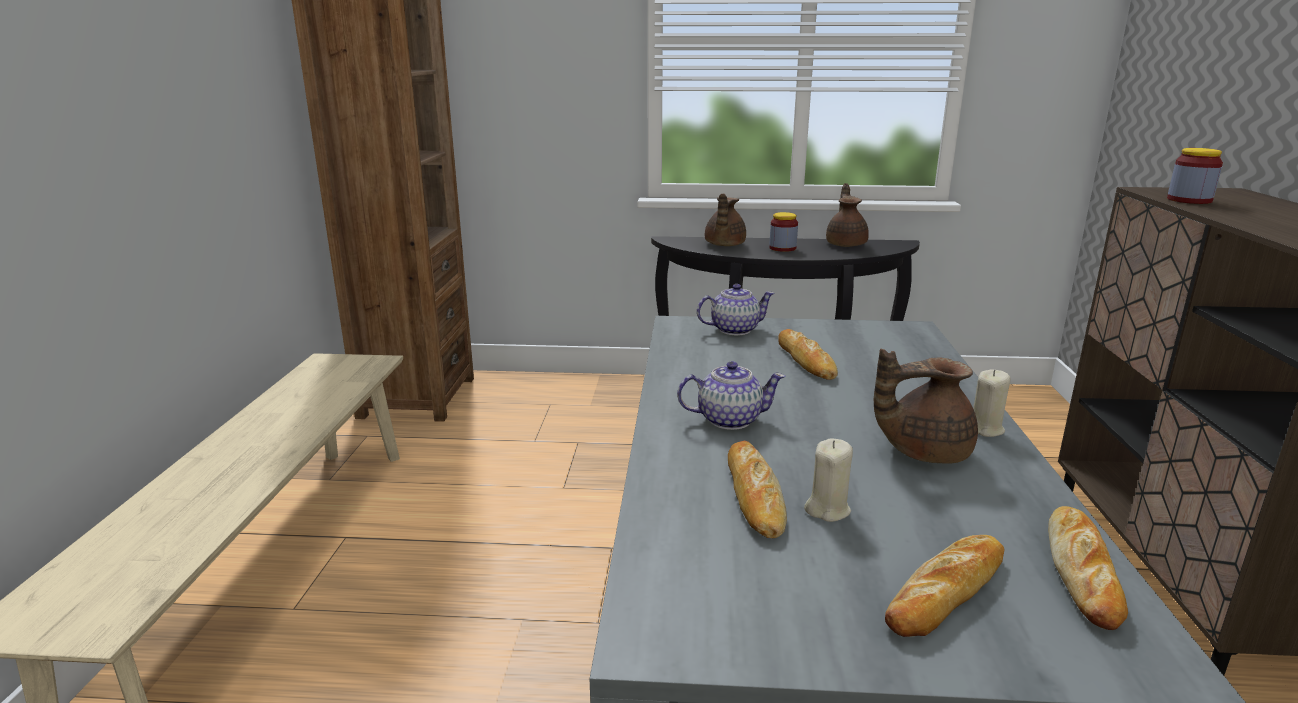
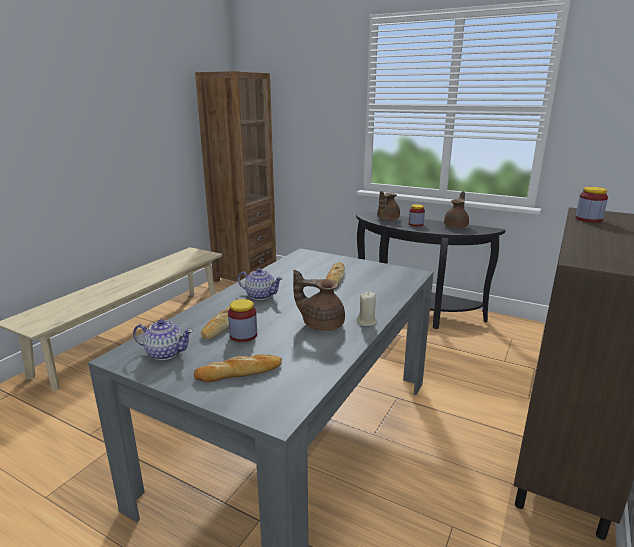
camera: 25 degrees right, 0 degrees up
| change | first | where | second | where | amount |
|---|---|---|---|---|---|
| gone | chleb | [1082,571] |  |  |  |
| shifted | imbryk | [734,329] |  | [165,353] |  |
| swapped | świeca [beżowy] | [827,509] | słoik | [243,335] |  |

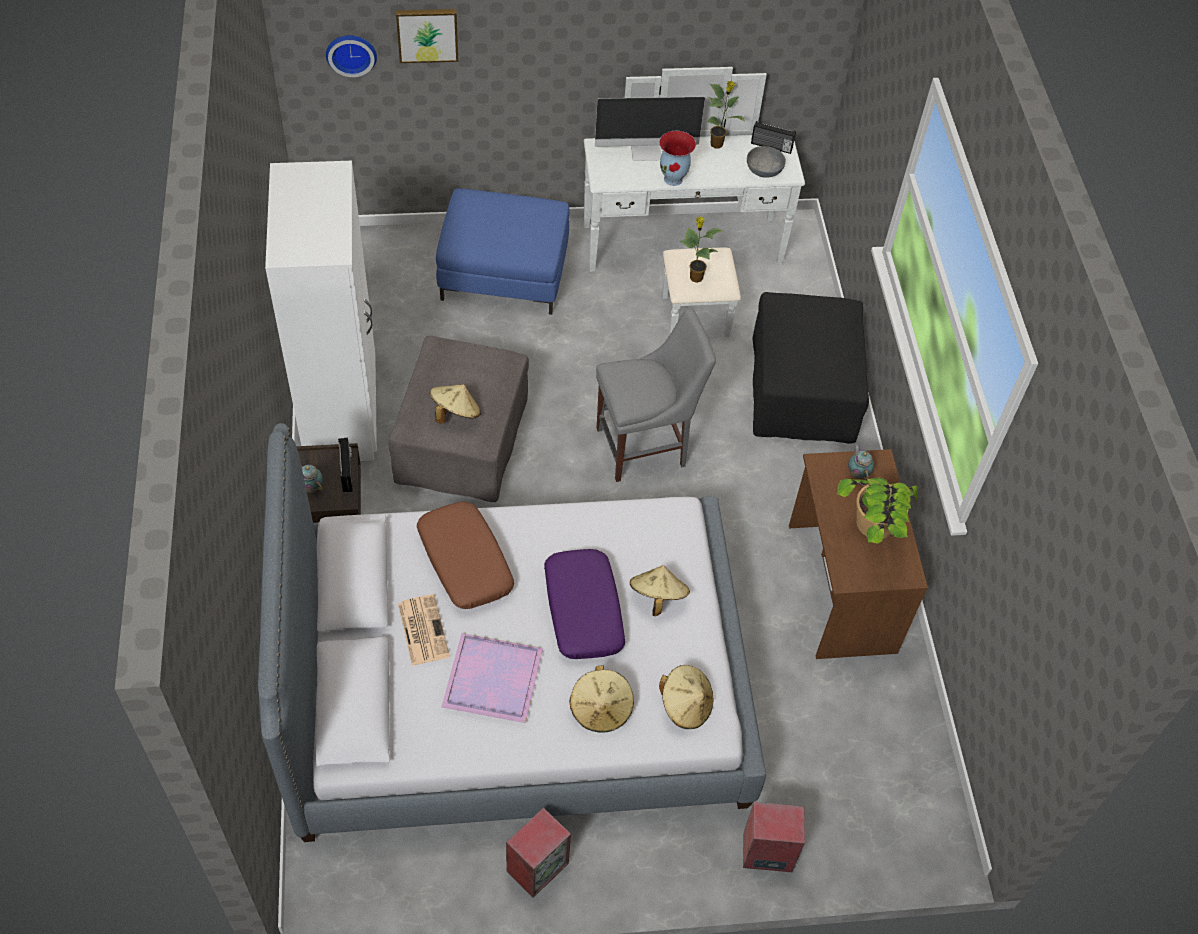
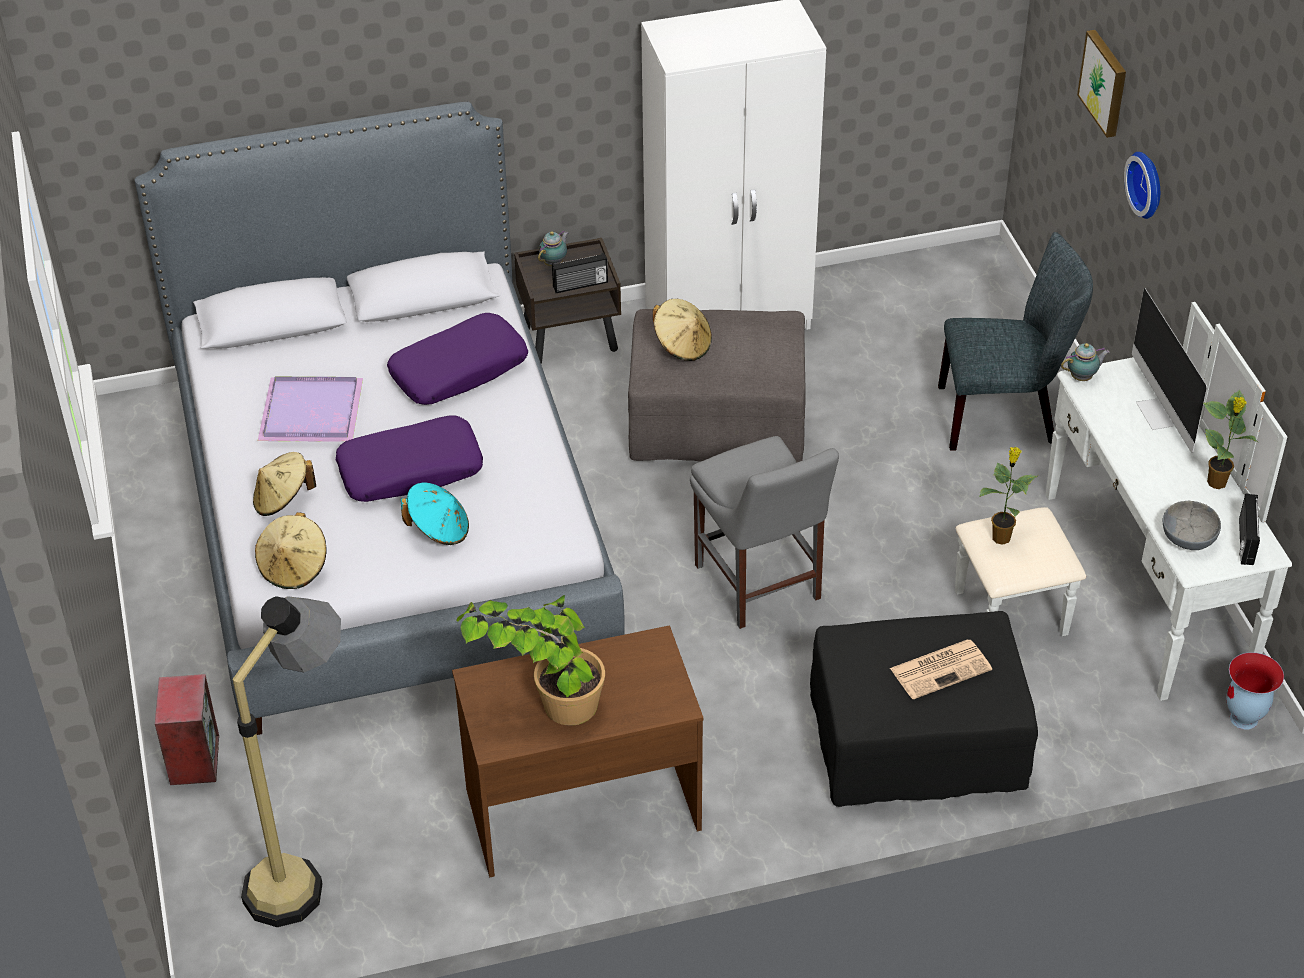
camera: 85 degrees right, 10 degrees down
| change | first | where | second | where | amount |
|---|---|---|---|---|---|
| gone | głośnik | [537,866] |  |  |  |
| new |  |  | lampa stojąca | [308,868] |  |
| shifted | zegar ścienny | [351,53] |  | [1148,184] |  |
| shifted | gazeta | [422,629] |  | [941,668] |  |
| shifted | wazon | [674,179] |  | [1244,719] |  |
| shifted | imbryk | [858,473] |  | [1083,377] |  |
| swapped | pufa [niebieski] | [504,273] | krzesło [szary] | [1005,415] |  |
| repainted | poduszka [brązowy] | [464,562] | poduszka [fioletowy] | [459,370] |  |
| repainted | kapelusz [beżowy] | [657,597] | kapelusz [turkusowy] | [439,530] |  |

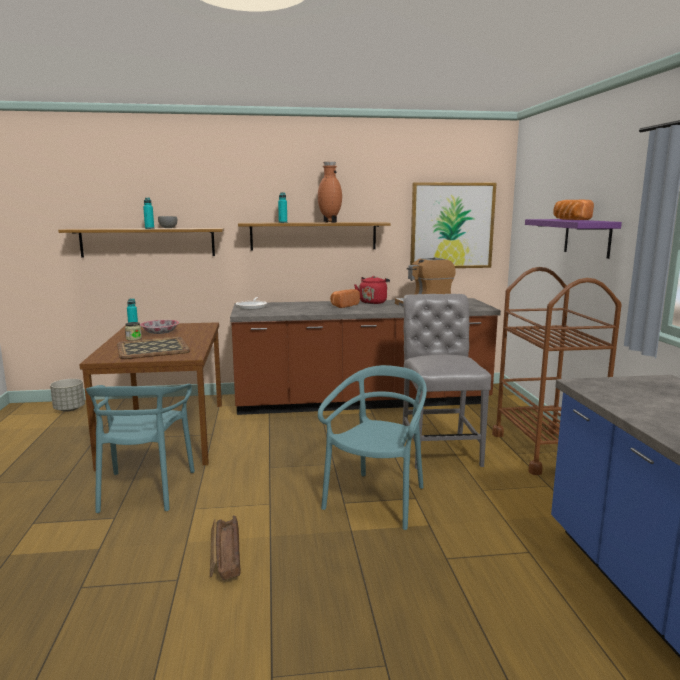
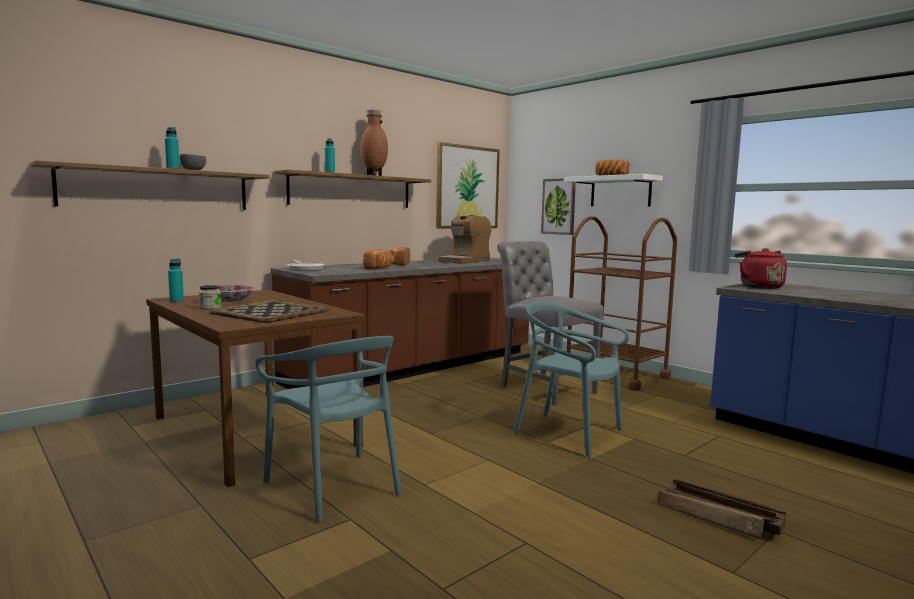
camera: 35 degrees left, 5 degrees down
| change | first | where | second | where | amount |
|---|---|---|---|---|---|
| gone | donica [szary] | [69,409] |  |  |  |
| new |  |  | chleb | [380,268] |  |
| new |  |  | obraz | [559,206] |  |
| shifted | skrzynka | [225,555] |  | [718,518] |  |
| shifted | czajnik [czerwony] | [373,302] |  | [758,286] |  |
| repainted | półka [fioletowy] | [587,237] | półka [biały] | [620,191] |  |
| rotated | krzesło [turkusowy] | [377,500] |  | [568,433] | 45 degrees counterclockwise |

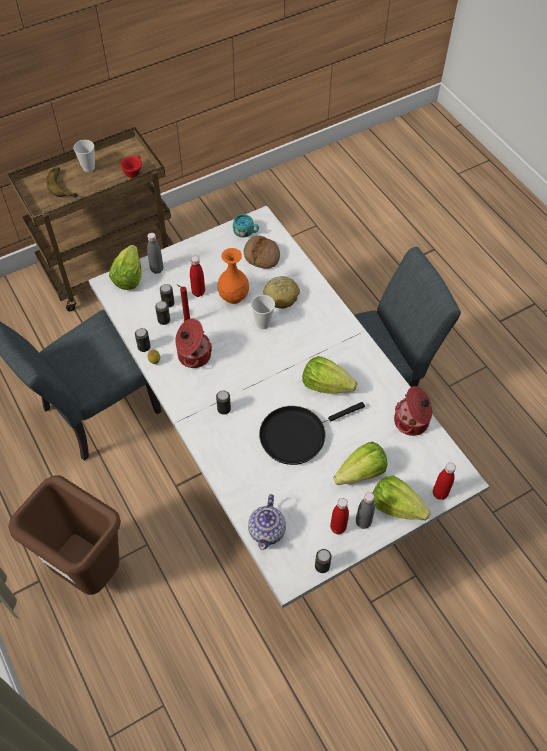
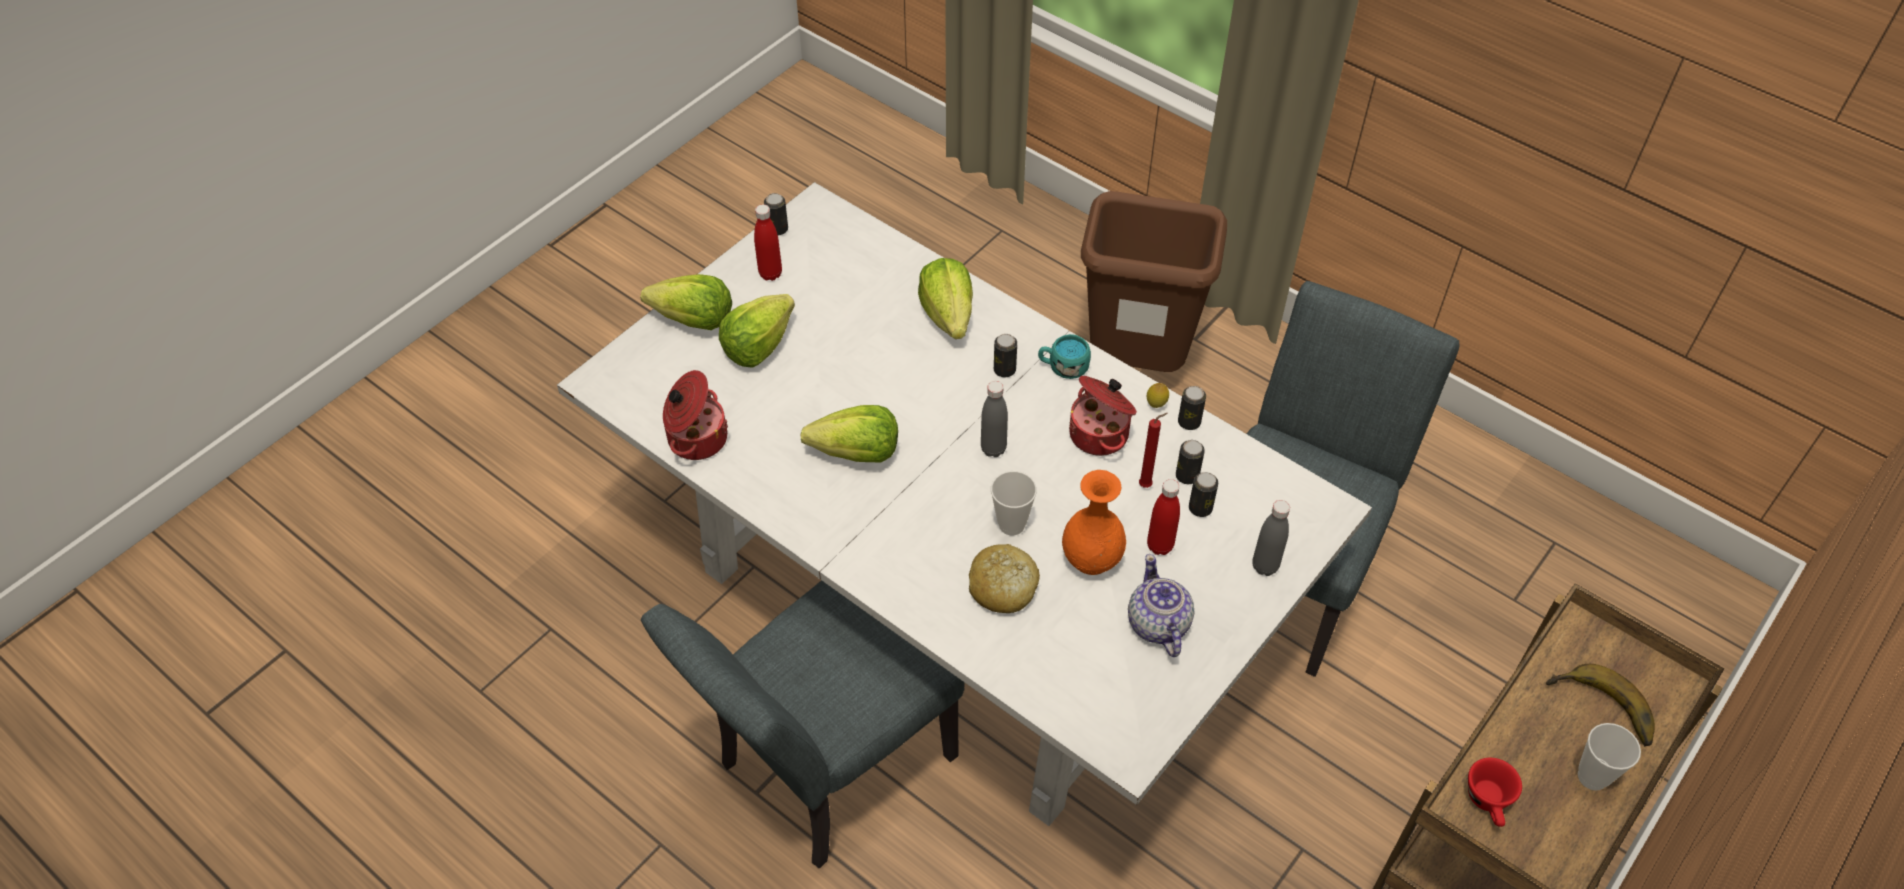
camera: 160 degrees right, 5 degrees down
| change | first | where | second | where | amount |
|---|---|---|---|---|---|
| gone | chleb | [262,256] |  |  |  |
| gone | patelnia [czarny] | [297,435] |  |  |  |
| gone | butelka [czerwony] | [440,493] |  |  |  |
| shifted | sałata | [128,277] |  | [948,315] |  |
| shifted | kubek [turkusowy] | [246,232] |  | [1063,366] |  |
| shifted | imbryk | [267,530] |  | [1157,624] |  |
| shifted | butelka [szary] | [363,522] |  | [993,449] |  |

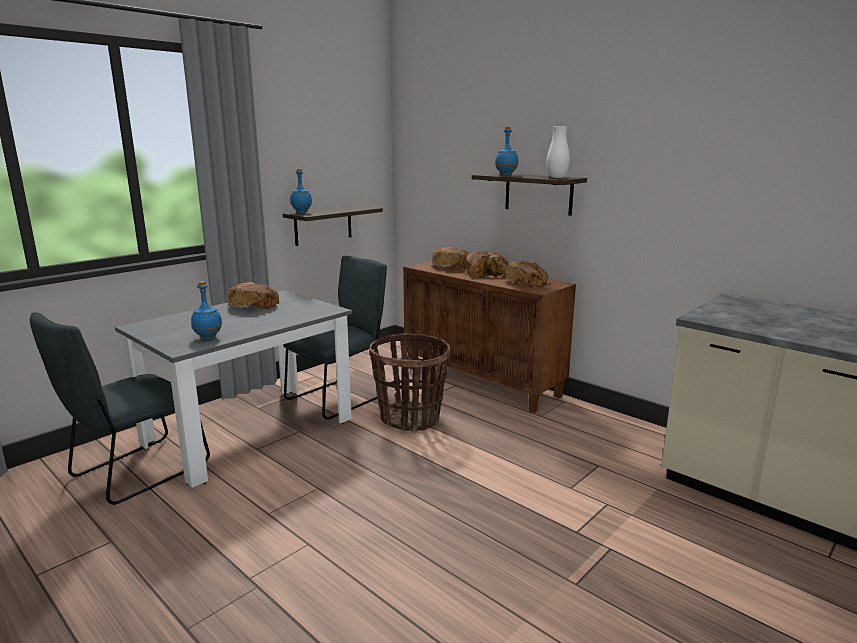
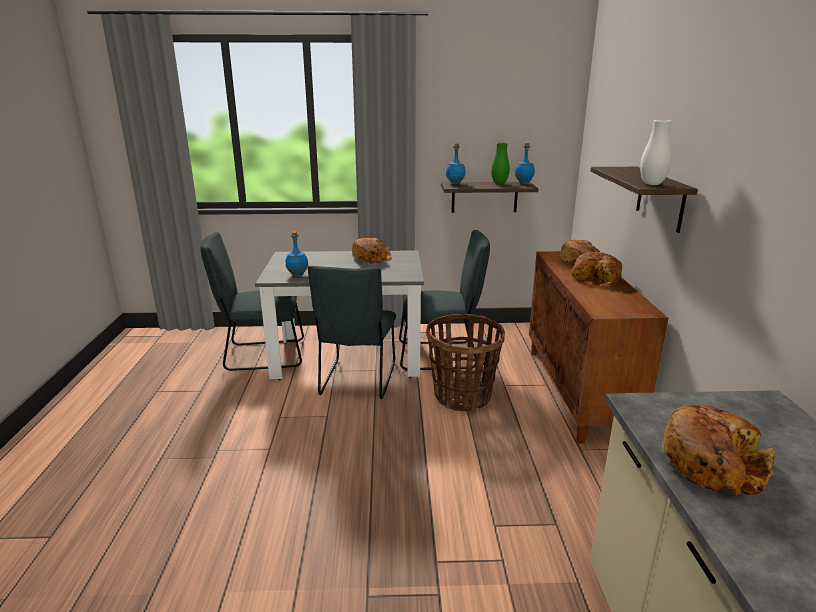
camera: 45 degrees right, 5 degrees up
| change | first | where | second | where | amount |
|---|---|---|---|---|---|
| new |  |  | krzesło [szary] | [357,381] |  |
| new |  |  | wazon [zielony] | [499,183] |  |
| shifted | butelka [niebieski] | [506,175] |  | [524,183] |  |
| shifted | chleb | [528,283] |  | [712,463] |  |

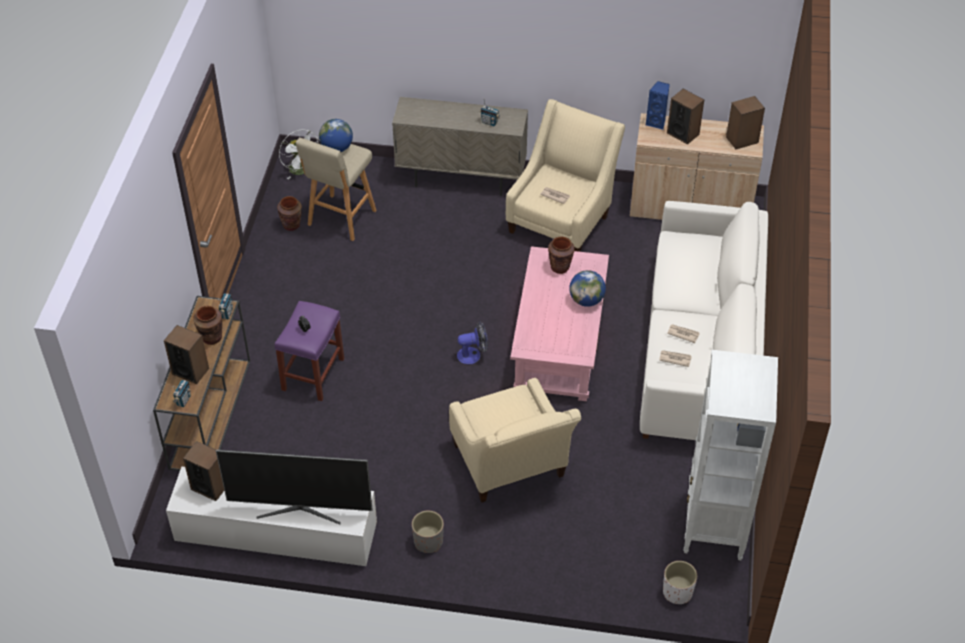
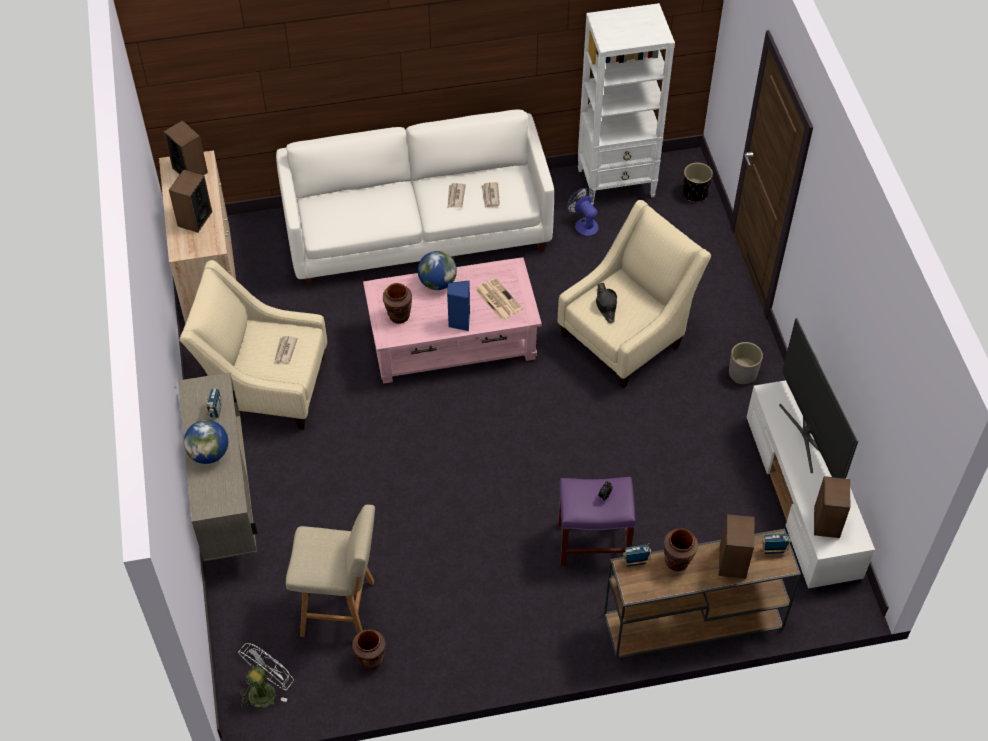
camera: 110 degrees left, 5 degrees up
| change | first | where | second | where | amount |
|---|---|---|---|---|---|
| new |  |  | gazeta | [498,299] |  |
| new |  |  | kapelusz [czarny] | [606,305] |  |
| shifted | globus | [337,148] |  | [209,453] |  |
| shifted | wentylator | [473,355] |  | [584,224] |  |
| shifted | głośnik [niebieski] | [657,122] |  | [459,322] |  |
| repainted | donica [biały] | [677,592] | donica [czarny] | [695,193] |  |

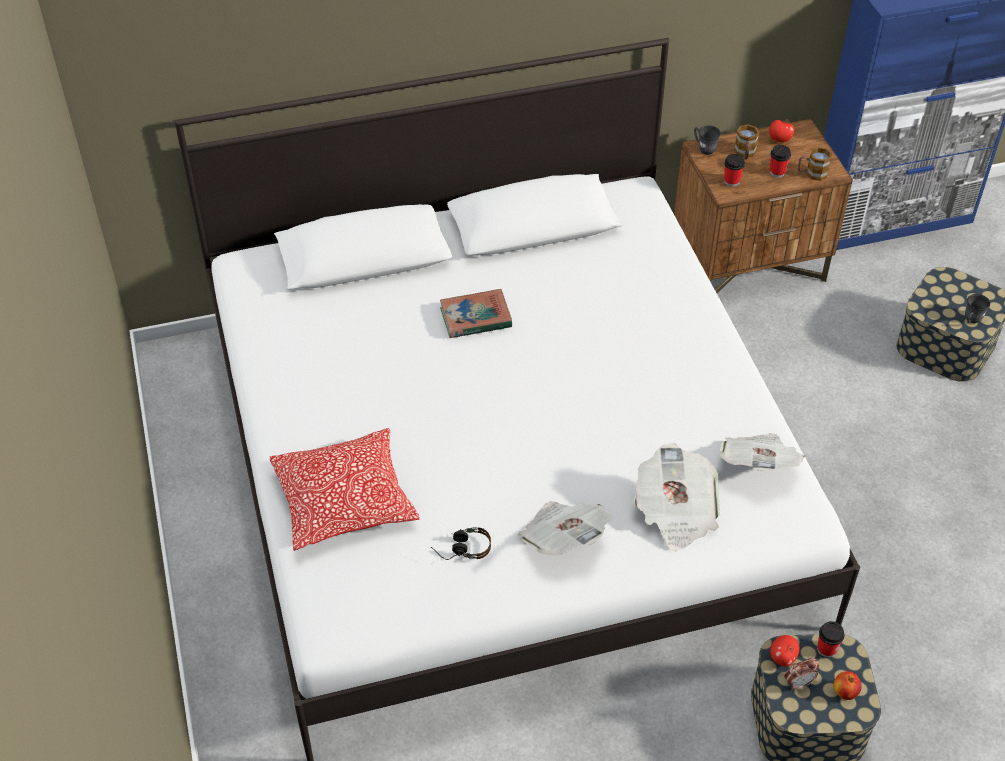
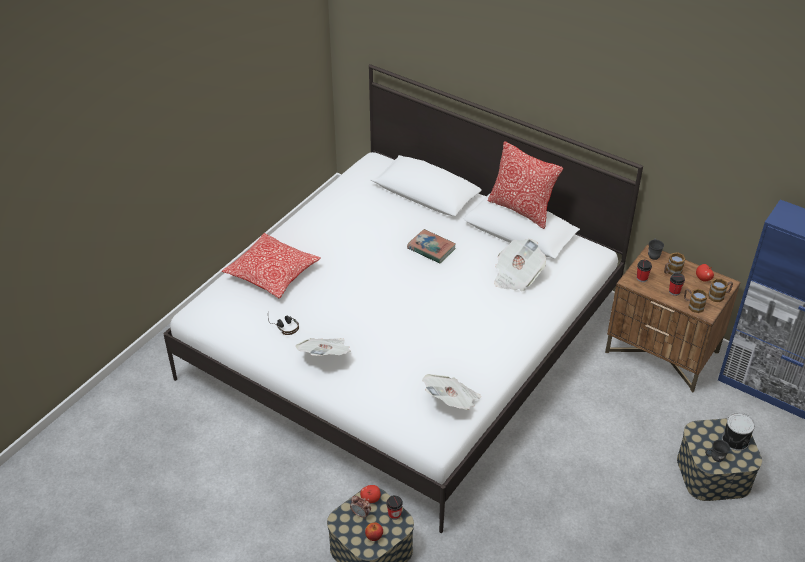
camera: 50 degrees right, 5 degrees down
| change | first | where | second | where | amount |
|---|---|---|---|---|---|
| new |  |  | poduszka | [521,210] |  |
| new |  |  | kubek | [719,296] |  |
| new |  |  | puszka | [736,440] |  |
| shifted | gazeta | [675,513] |  | [516,276] |  |

